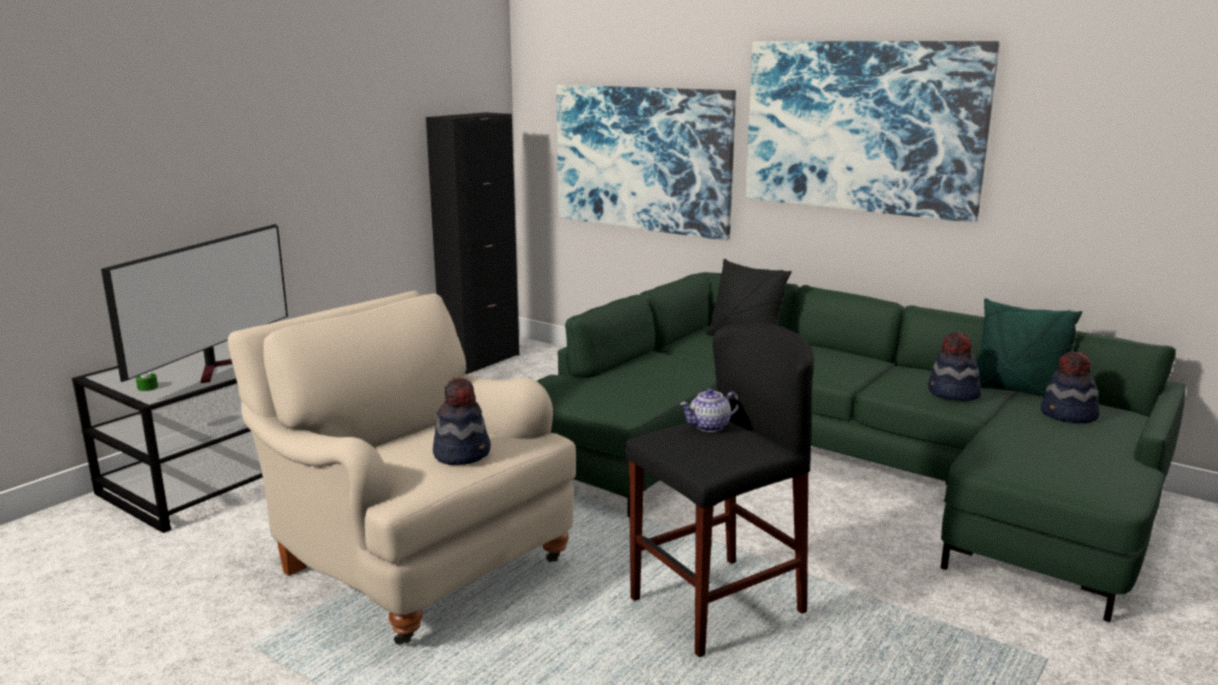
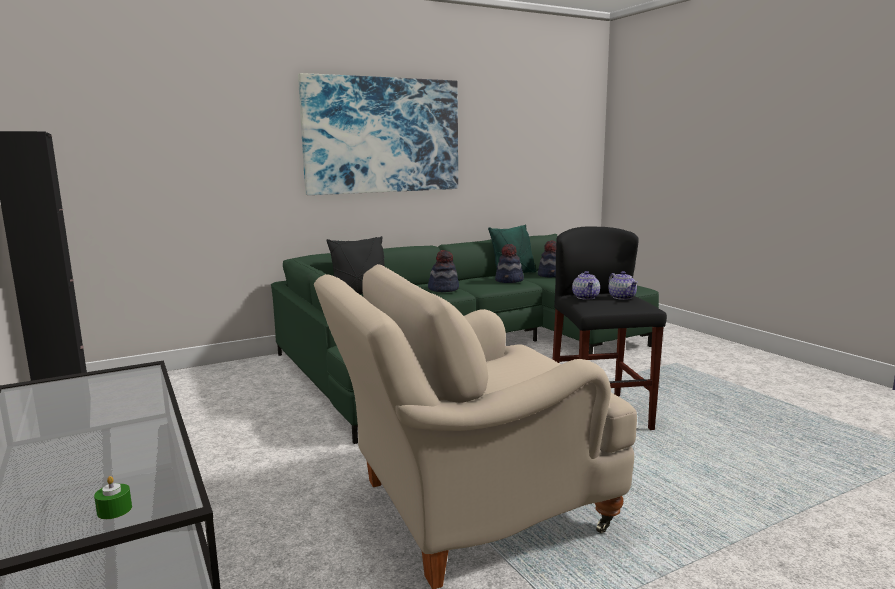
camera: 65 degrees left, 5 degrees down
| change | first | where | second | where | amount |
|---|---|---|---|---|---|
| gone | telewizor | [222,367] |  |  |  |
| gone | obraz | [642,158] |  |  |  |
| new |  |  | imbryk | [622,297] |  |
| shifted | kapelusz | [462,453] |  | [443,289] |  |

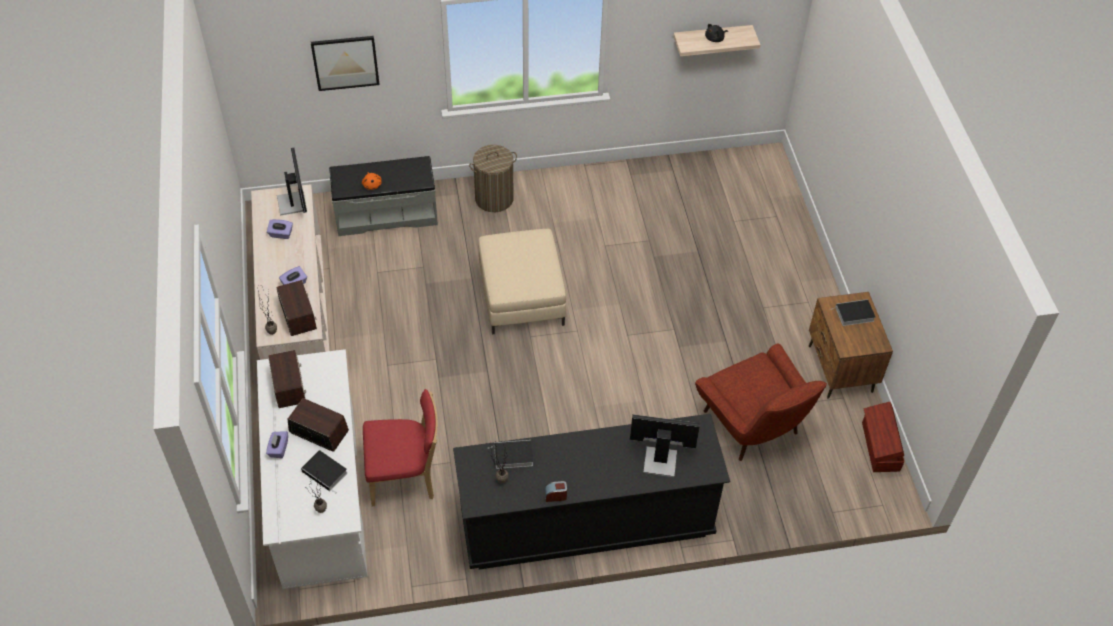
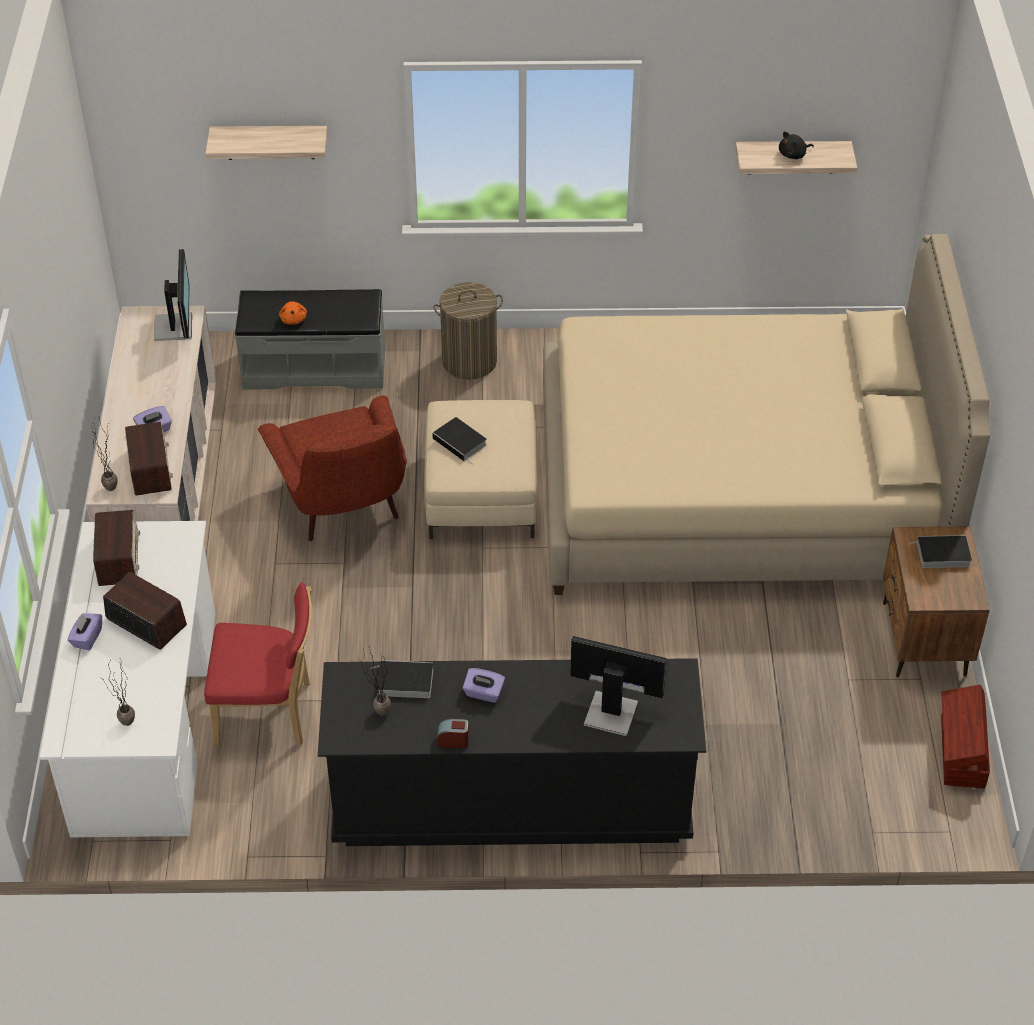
camera: 10 degrees right, 5 degrees down
| change | first | where | second | where | amount |
|---|---|---|---|---|---|
| new |  |  | łóżko [beżowy] | [738,491] |  |
| shifted | pudełko chusteczek [fioletowy] | [281,234] |  | [483,693] |  |
| shifted | książka | [326,472] |  | [461,442] |  |
| shifted | fotel [czerwony] | [753,427] |  | [343,505] |  |
| swapped | obraz | [345,62] | półka | [270,142] |  |

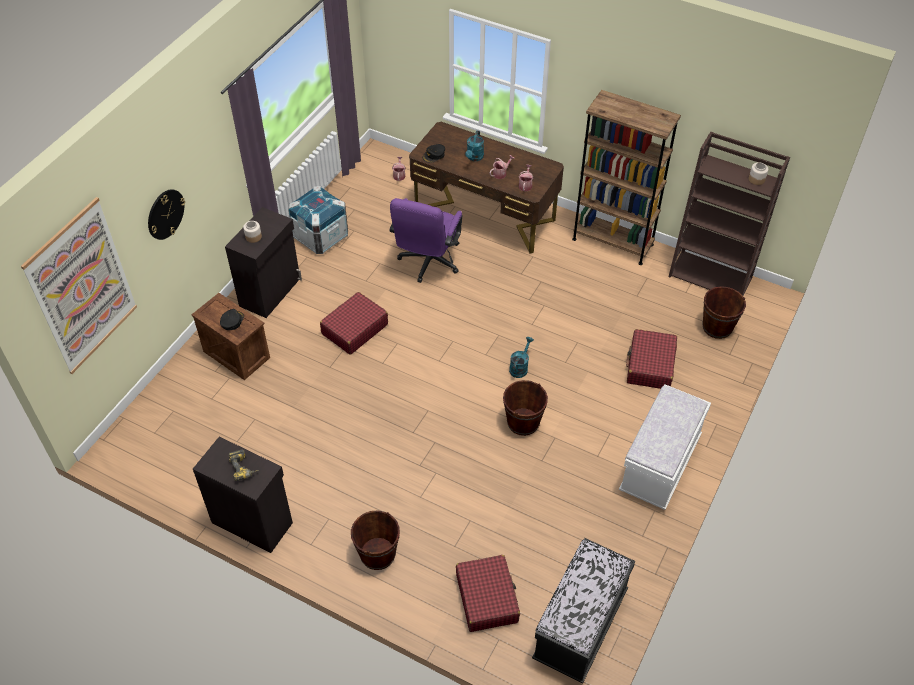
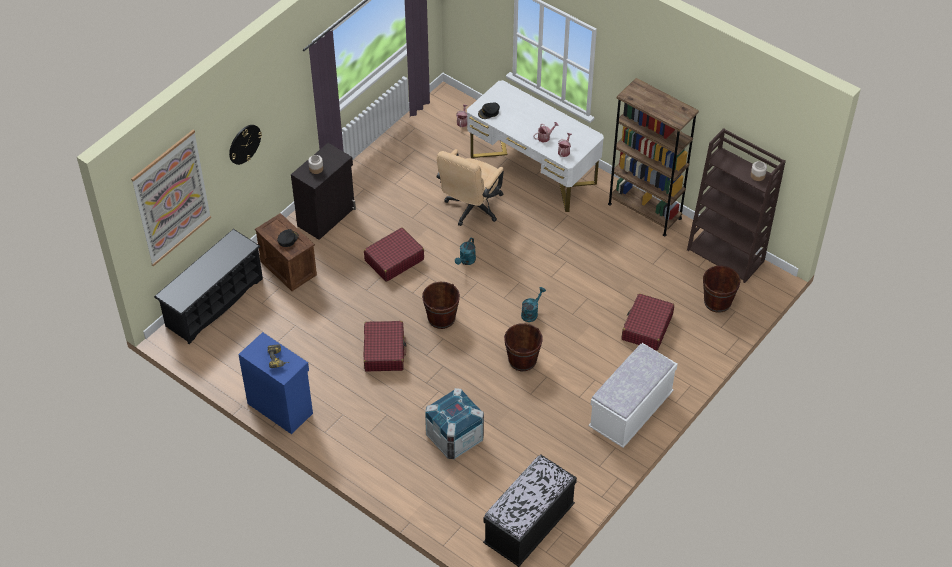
camera: 10 degrees right, 0 degrees up
| change | first | where | second | where | amount |
|---|---|---|---|---|---|
| new |  |  | regał na buty [czarny] | [214,302] |  |
| shifted | skrzynka | [321,236] |  | [454,437] |  |
| shifted | wiadro [brązowy] | [377,554] |  | [441,318] |  |
| shifted | walizka [czerwony] | [487,598] |  | [384,351] |  |
| shifted | konewka [turkusowy] | [474,158] |  | [466,261] |  |
| repainted | szafka [czarny] | [252,521] | szafka [niebieski] | [280,407] |  |
| repainted | krzesło biurowe [fioletowy] | [428,263] | krzesło biurowe [beżowy] | [471,209] |  |
| repainted | biurko [brązowy] | [484,214] | biurko [biały] | [533,170] |  |

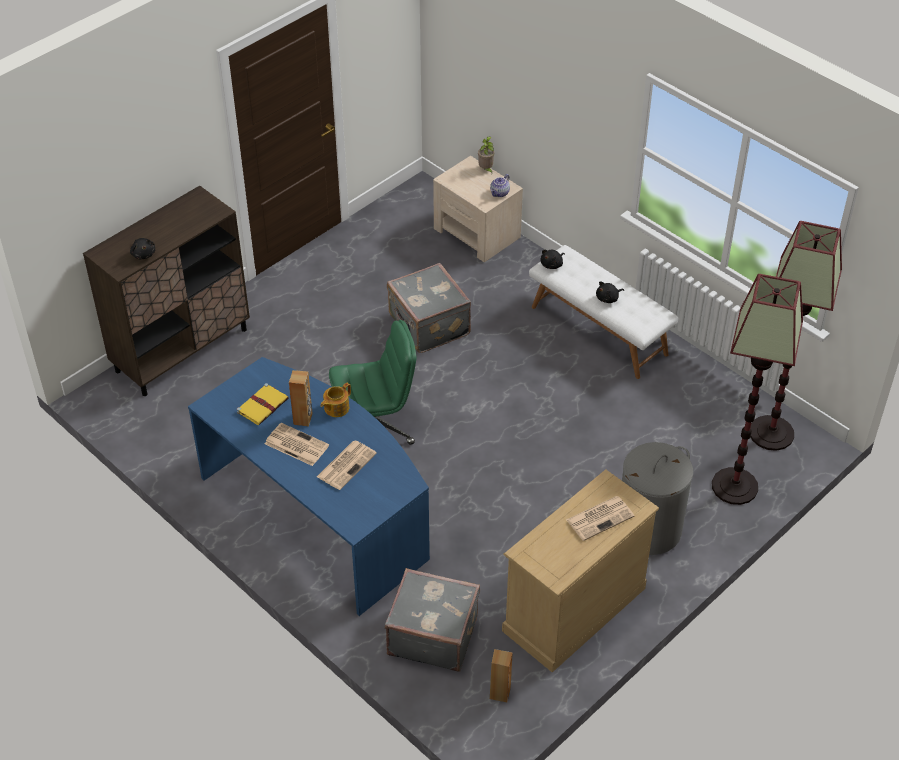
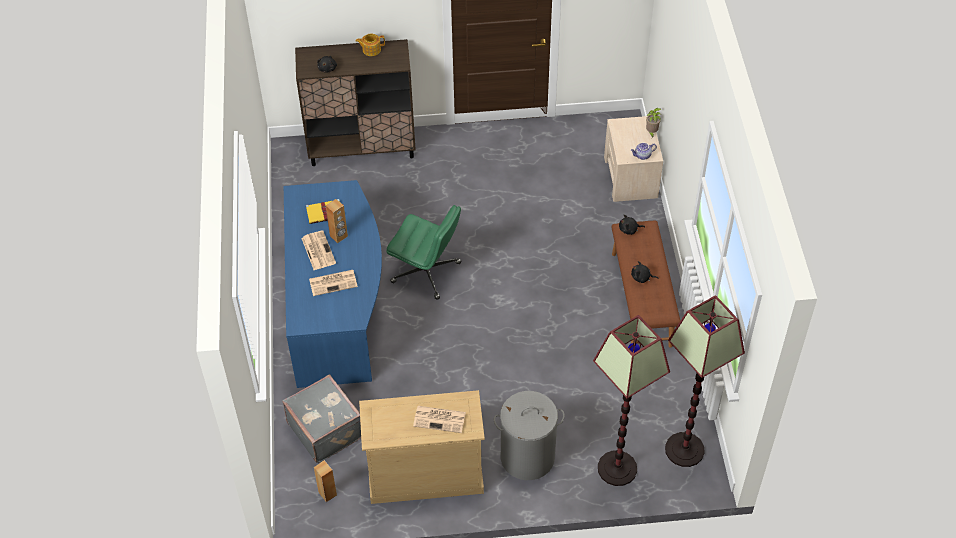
camera: 40 degrees right, 5 degrees up
| change | first | where | second | where | amount |
|---|---|---|---|---|---|
| gone | walizka [szary] | [428,326] |  |  |  |
| shifted | imbryk | [336,408] |  | [371,49] |  |
| repainted | ławka [biały] | [599,330] | ławka [brązowy] | [642,299] |  |

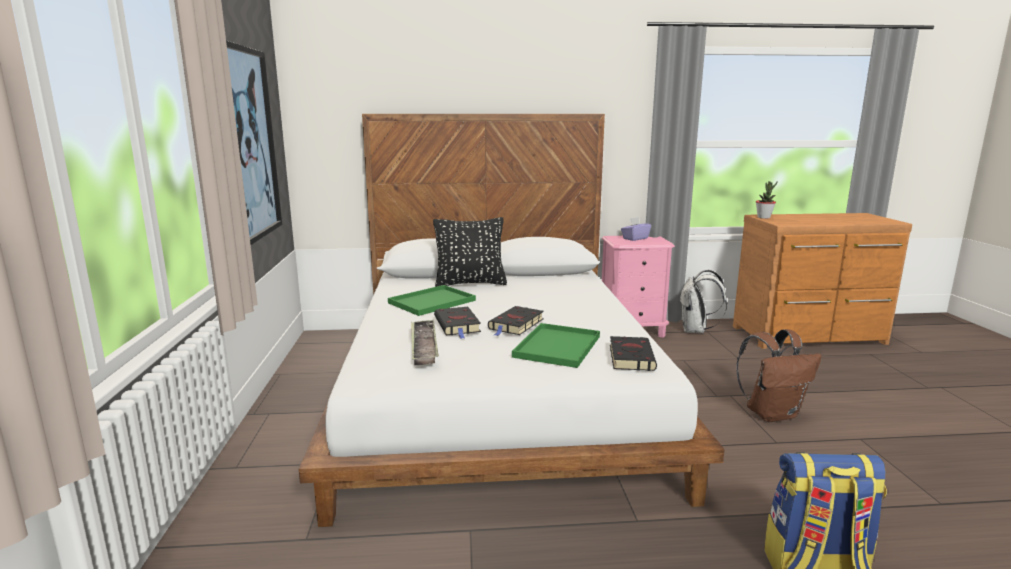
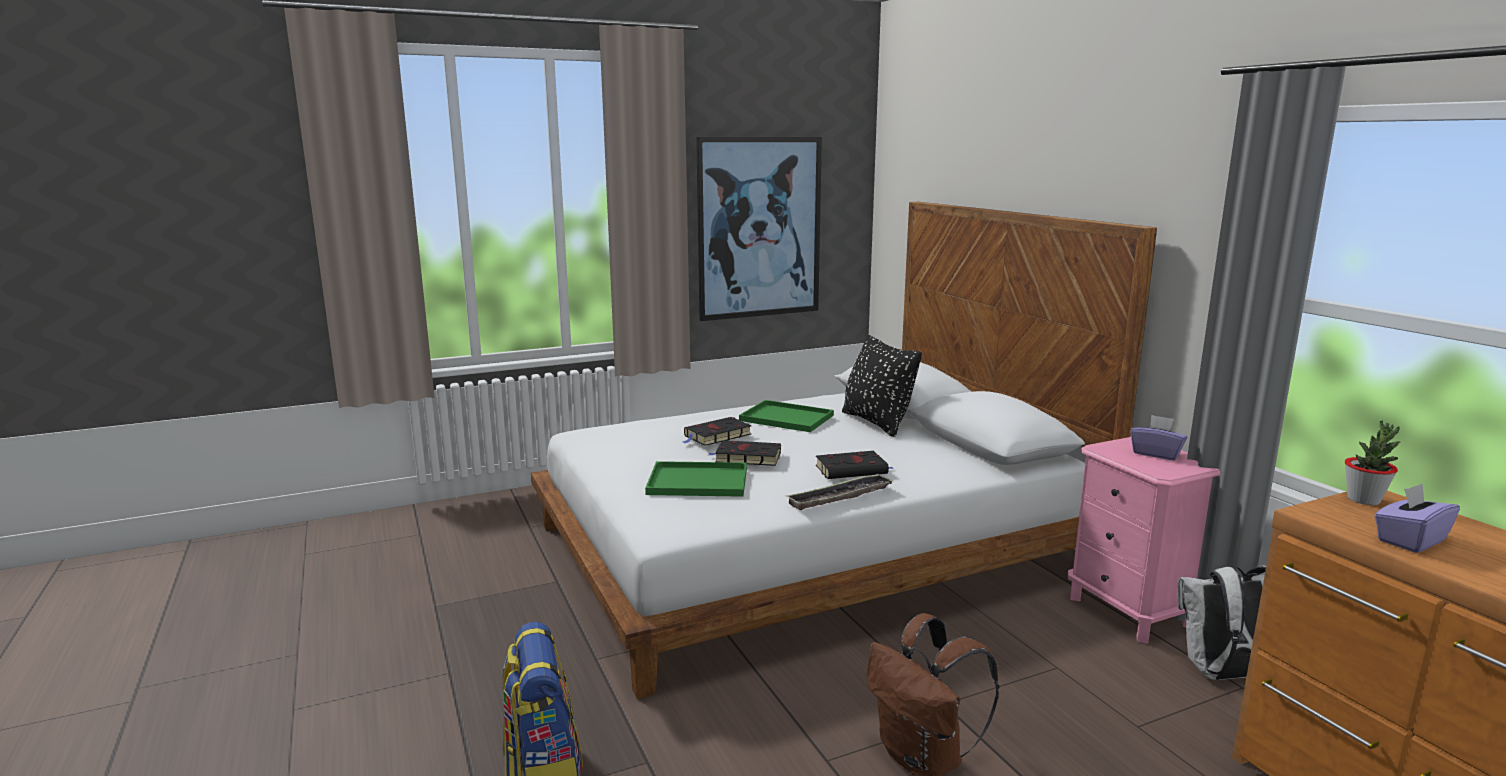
camera: 70 degrees right, 0 degrees up
| change | first | where | second | where | amount |
|---|---|---|---|---|---|
| new |  |  | pudełko chusteczek [fioletowy] | [1409,540] |  |
| shifted | taca | [424,346] |  | [840,497] |  |
| shifted | książka [czarny] | [631,357] |  | [853,469] |  |

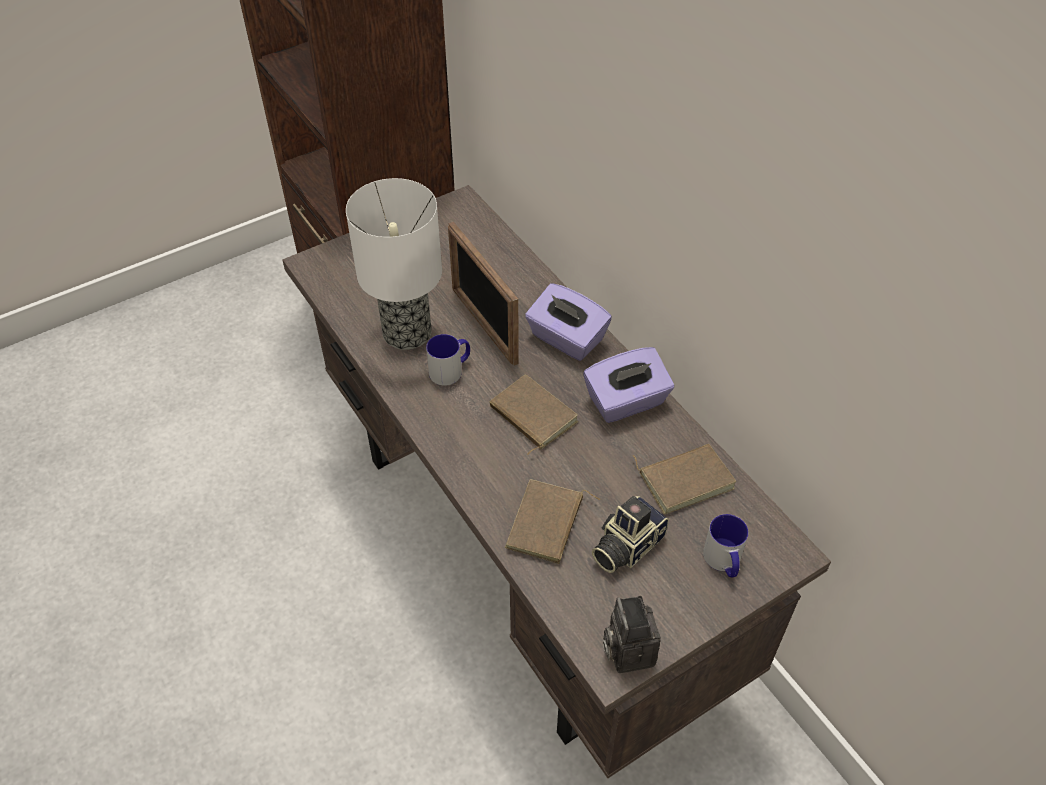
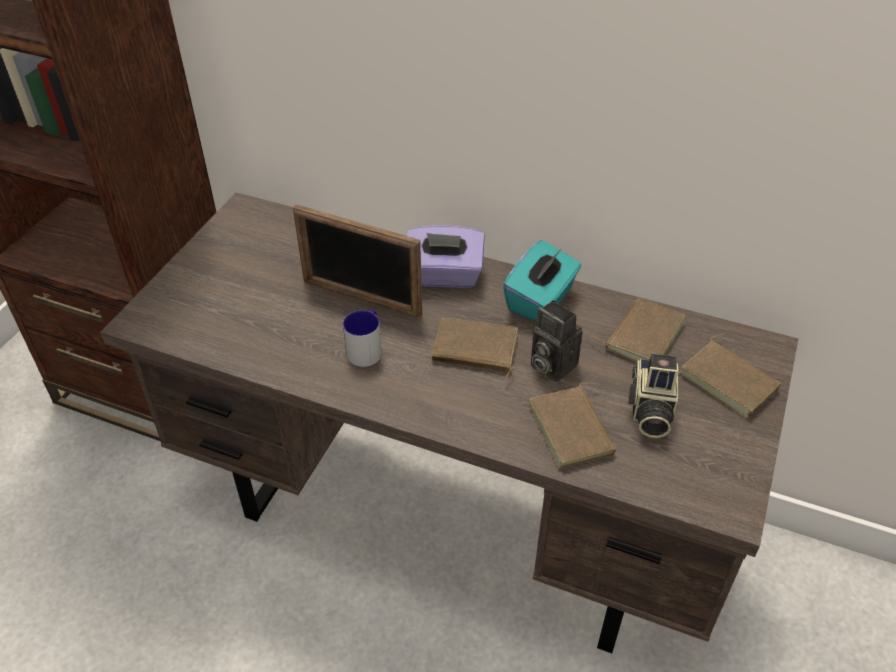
camera: 35 degrees left, 5 degrees down
| change | first | where | second | where | amount |
|---|---|---|---|---|---|
| gone | lampa stołowa | [406,333] |  |  |  |
| shifted | aparat fotograficzny | [627,650] |  | [550,365] |  |
| swapped | kubek | [724,561] | książka [brązowy] | [730,380] |  |
| repainted | pudełko chusteczek [fioletowy] | [626,402] | pudełko chusteczek [turkusowy] | [541,300] |  |

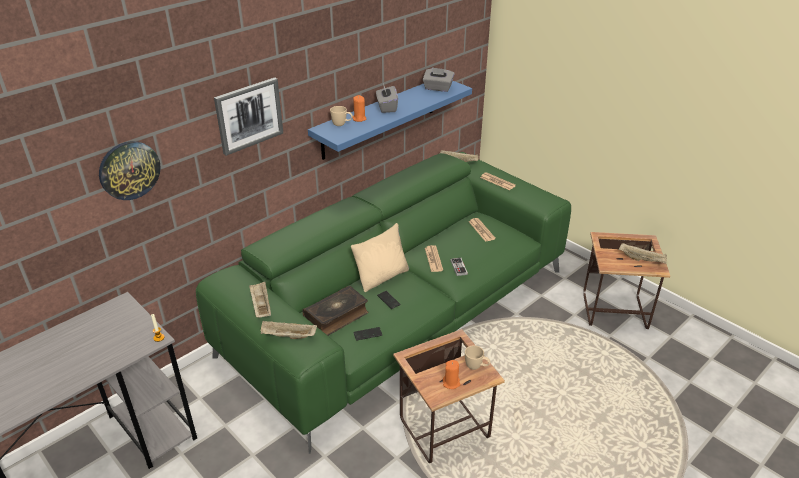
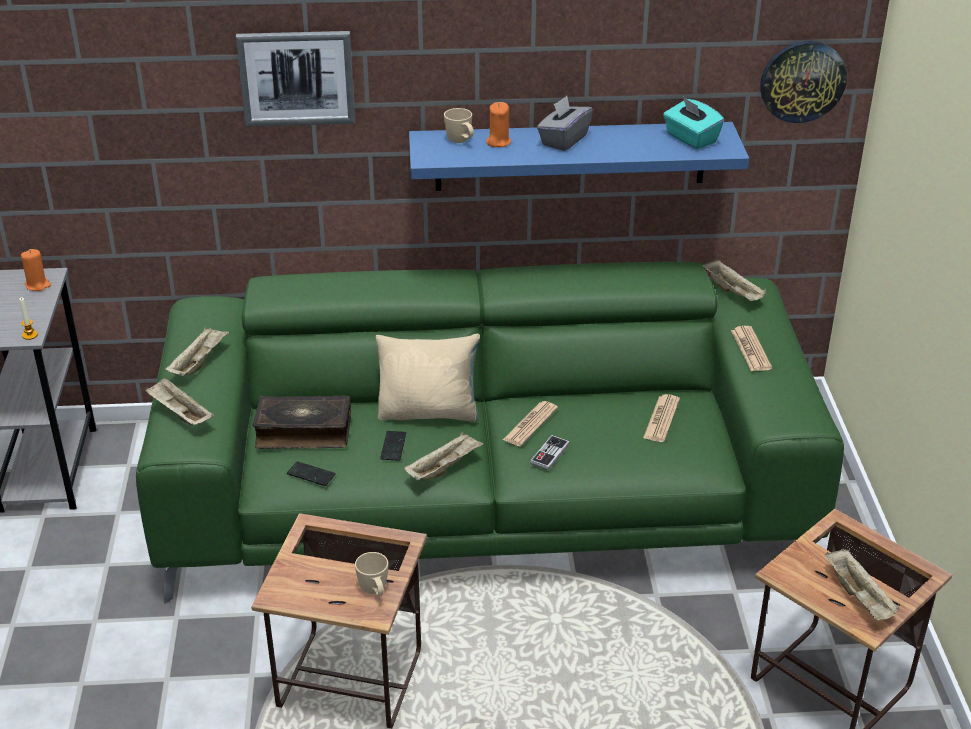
camera: 40 degrees right, 0 degrees up
| change | first | where | second | where | amount |
|---|---|---|---|---|---|
| new |  |  | taca [beżowy] | [444,467] |  |
| shifted | zegar ścienny | [129,170] |  | [802,81] |  |
| shifted | świeca [pomarańczowy] | [451,383] |  | [38,285] |  |
| repainted | pudełko chusteczek [szary] | [437,88] | pudełko chusteczek [turkusowy] | [690,139] |  |

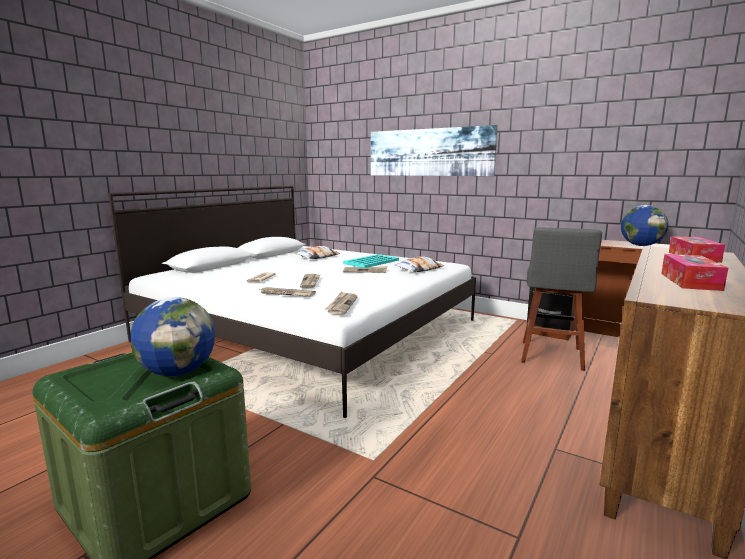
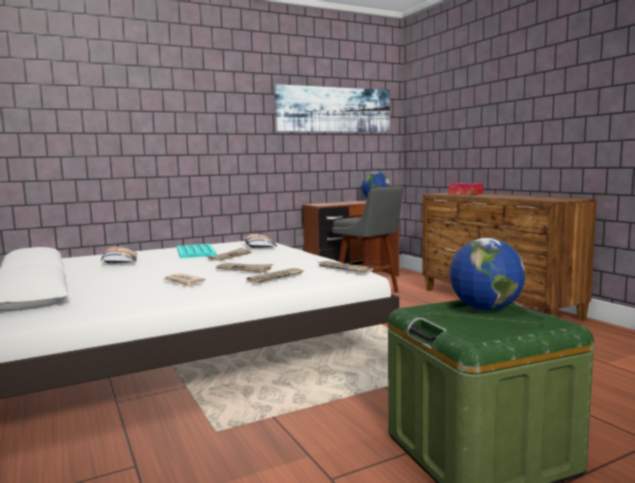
camera: 60 degrees left, 5 degrees down
| change | first | where | second | where | amount |
|---|---|---|---|---|---|
| gone | pudełko chusteczek | [690,281] |  |  |  |
| shifted | obraz | [429,152] |  | [334,109] |  |

